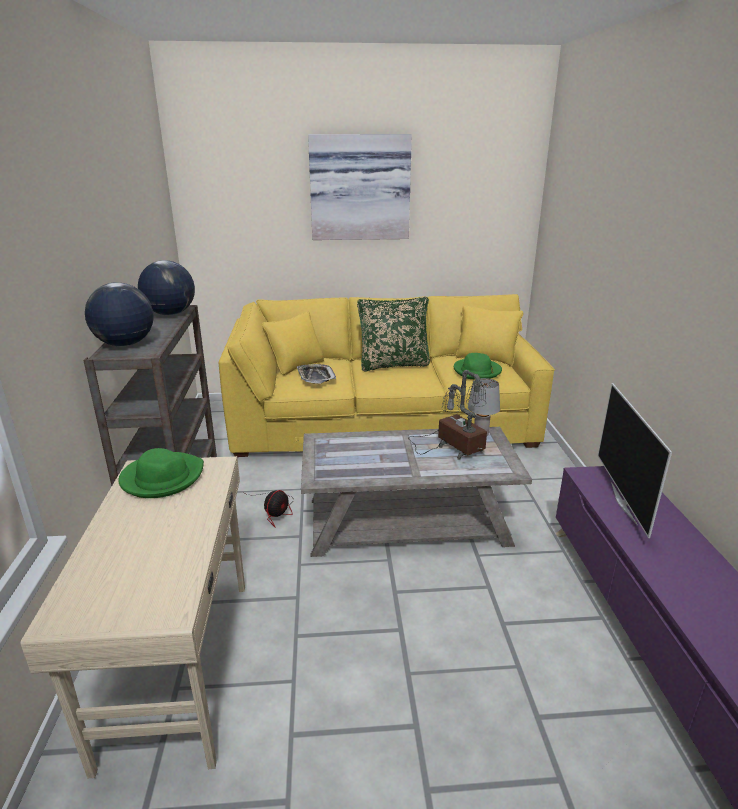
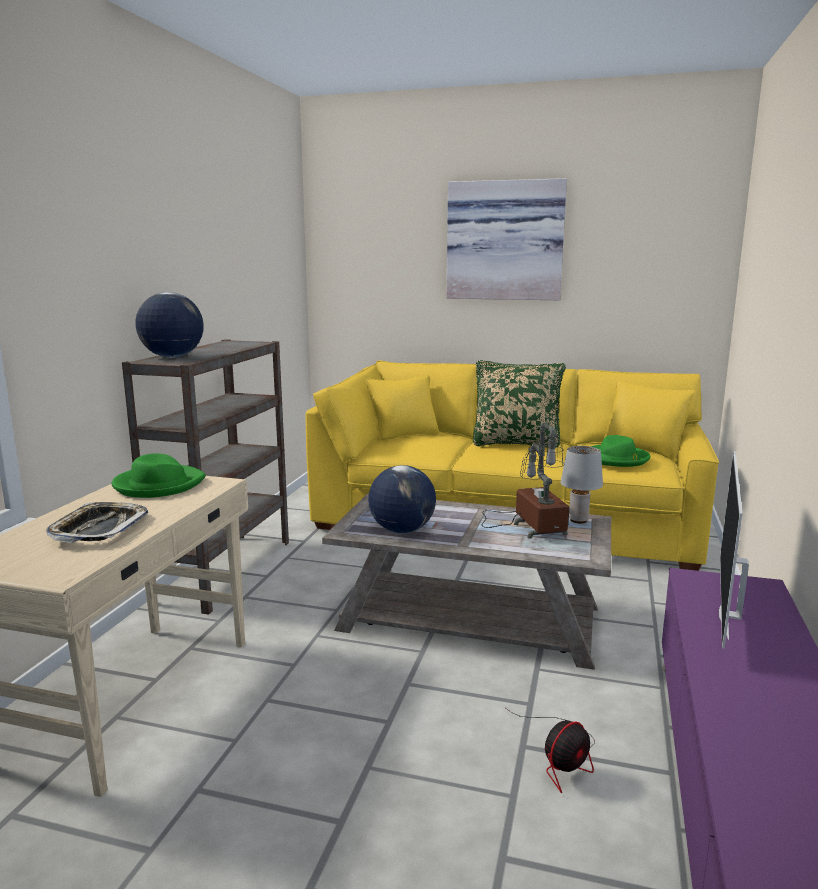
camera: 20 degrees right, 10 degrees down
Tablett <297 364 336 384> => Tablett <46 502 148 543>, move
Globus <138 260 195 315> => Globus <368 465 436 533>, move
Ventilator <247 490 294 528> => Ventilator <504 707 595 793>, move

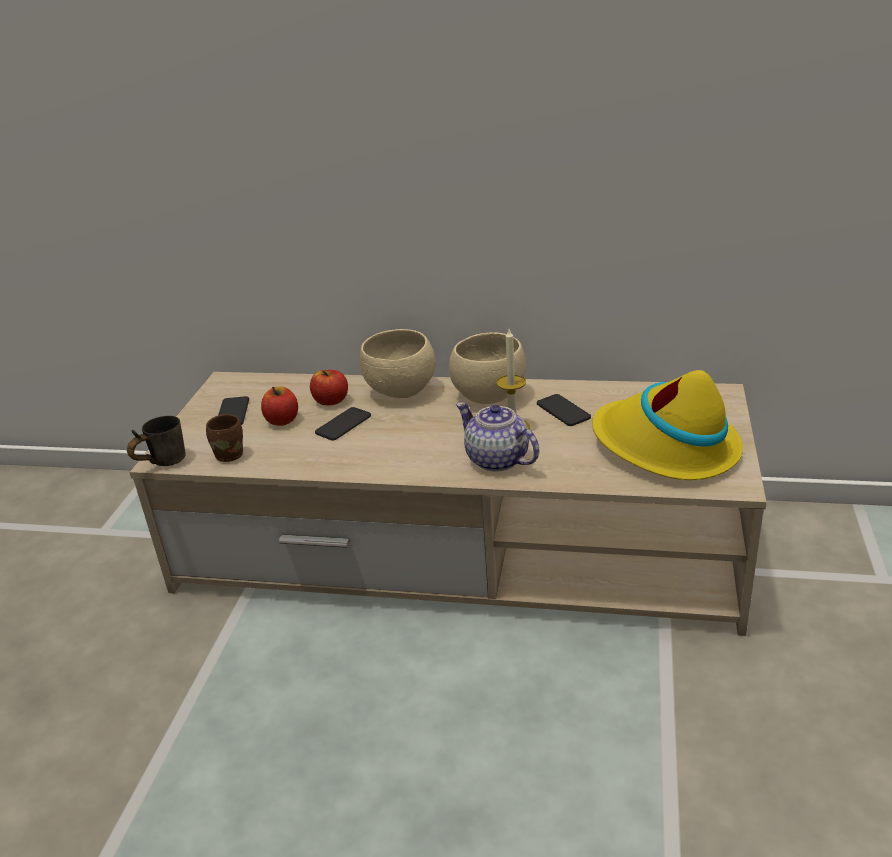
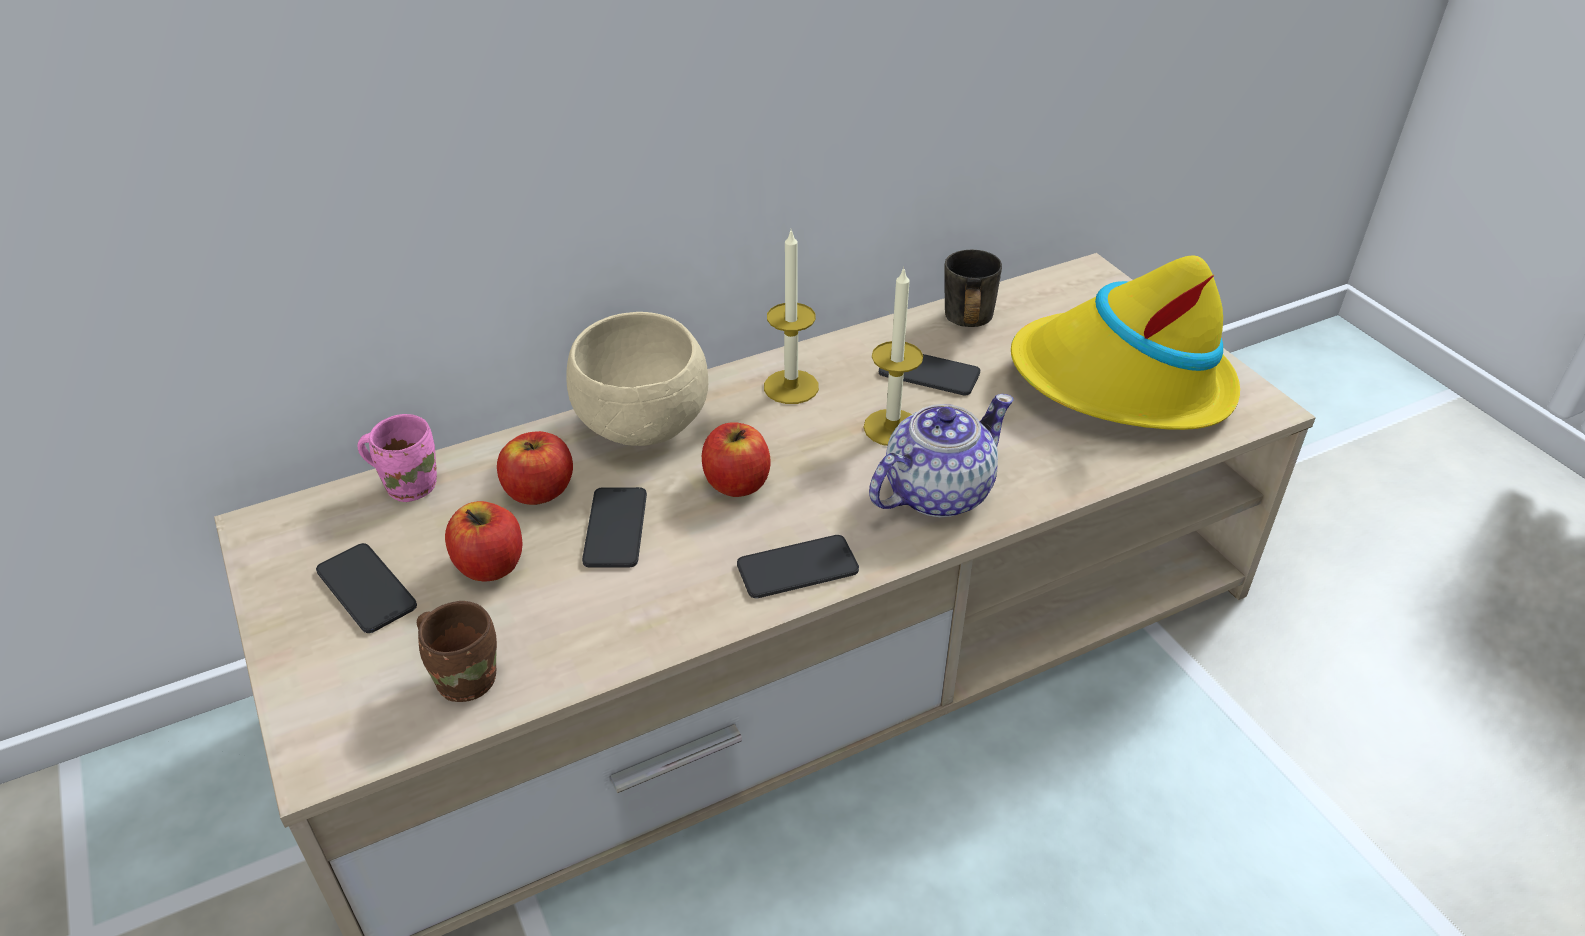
camera: 40 degrees left, 10 degrees up
nothing => Henkelbecher [rosa] <357 414 437 502>
nothing => Apfel <702 422 771 497>
nothing => Handy <737 535 859 598>
Schüssel [beige] <449 332 526 404> => Kerze <764 229 819 404>
Teekanne <456 402 539 472> => Teekanne <869 394 1014 517>, 135 degrees clockwise
Henkelbecher [grau] <127 416 186 466> => Henkelbecher [grau] <945 250 1002 327>, move

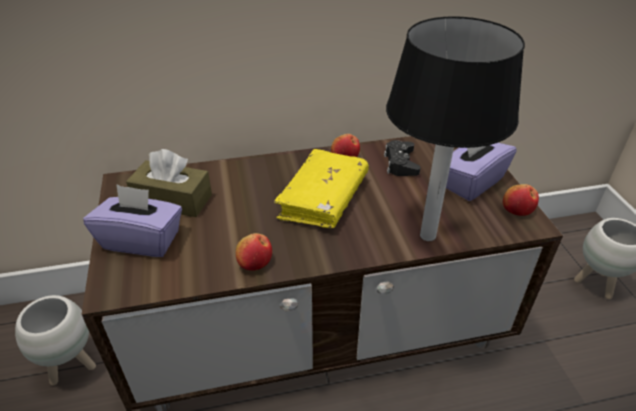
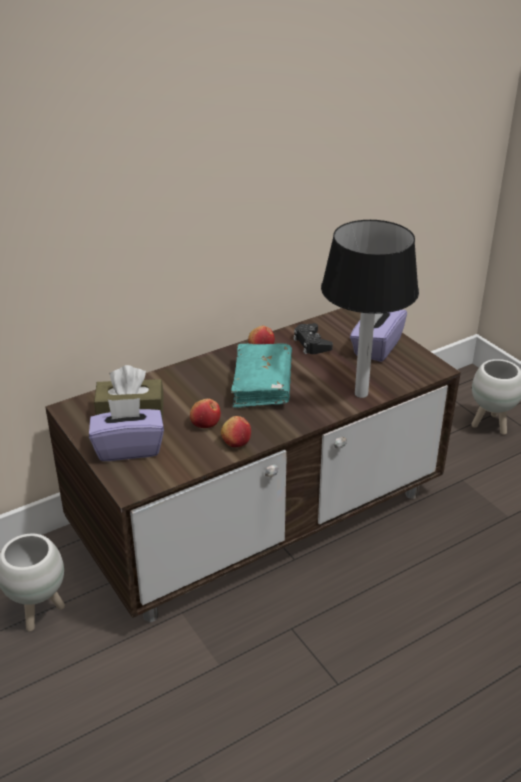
camera: 20 degrees left, 5 degrees down
Apfel <503 184 539 216> => Apfel <190 398 221 428>, move
Buch [gelb] <274 149 369 228> => Buch [türkis] <231 343 292 408>

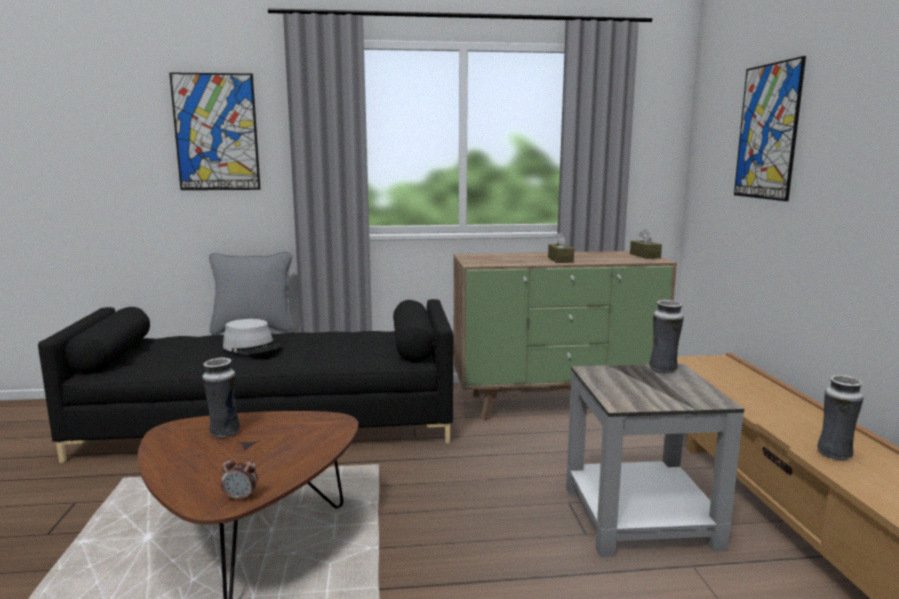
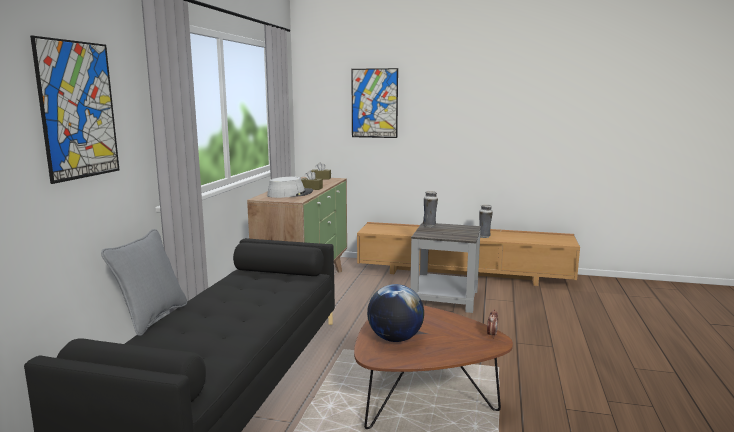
camera: 70 degrees left, 0 degrees up
Hut [grau] <223 319 281 355> => Hut [grau] <267 177 313 198>, move
Vase <202 357 240 438> => Globus <367 284 424 342>

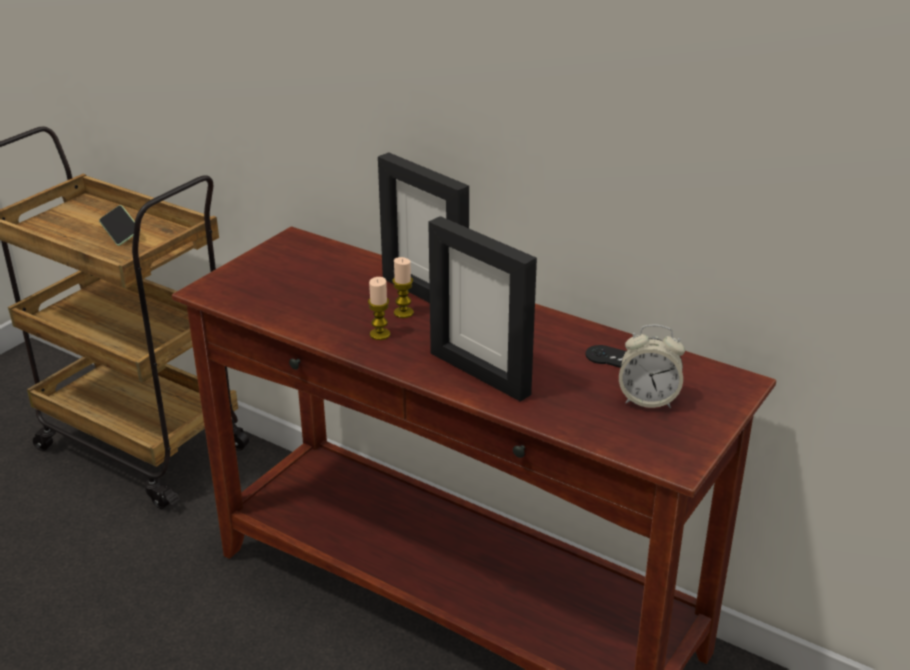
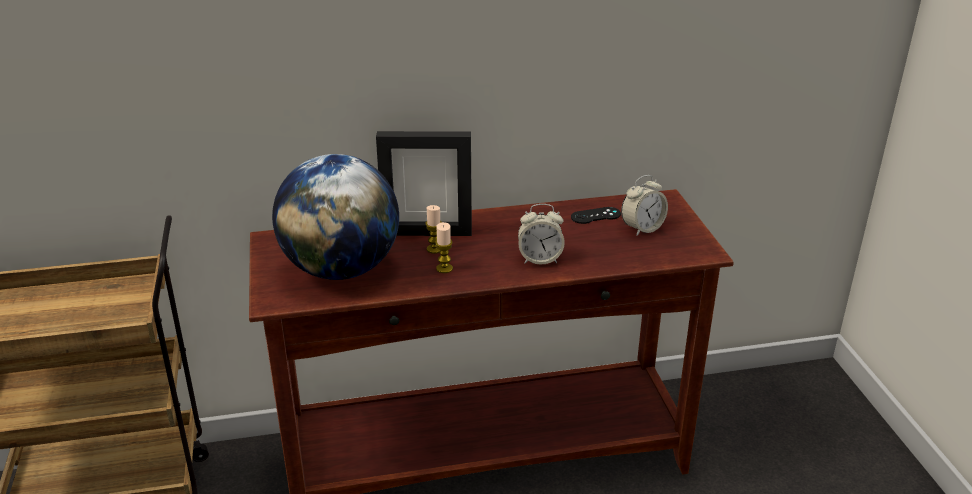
camera: 45 degrees left, 0 degrees up
nothing => Globus <272 154 399 280>
Bilderrahmen <428 216 537 402> => Wecker <518 204 565 265>
Handy <99 205 135 246> => nothing

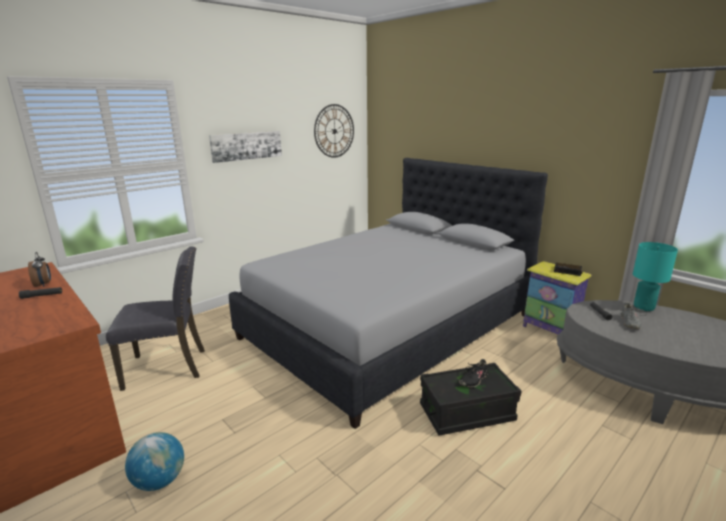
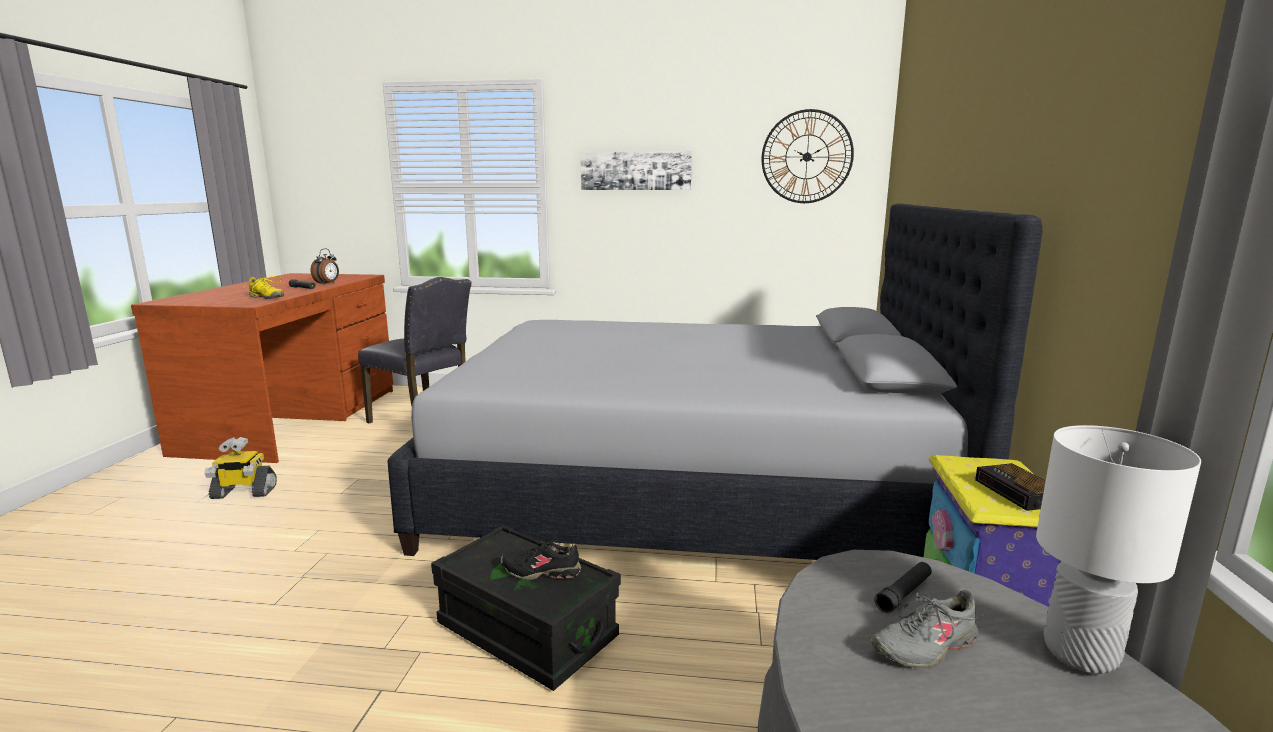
camera: 50 degrees right, 5 degrees down
Globus <125 432 184 491> => Spielzeugroboter <205 437 277 499>
nothing => Schuh [gelb] <244 276 284 299>
Tischlampe [türkis] <633 242 678 311> => Tischlampe [weiß] <1036 425 1201 674>

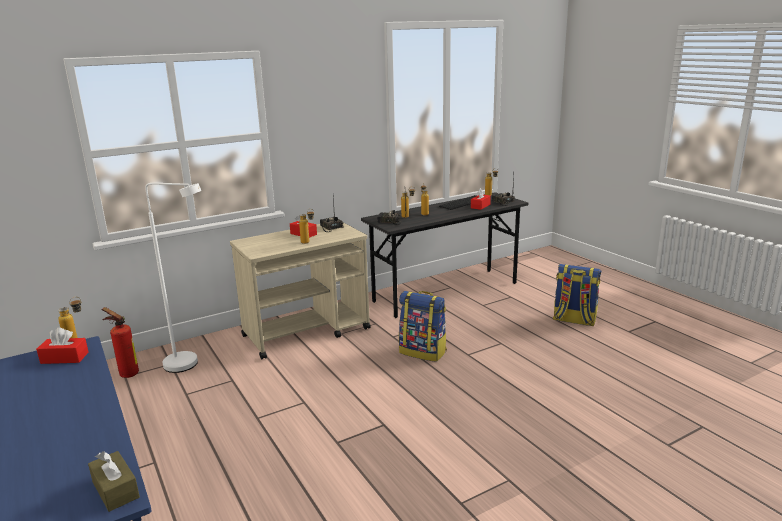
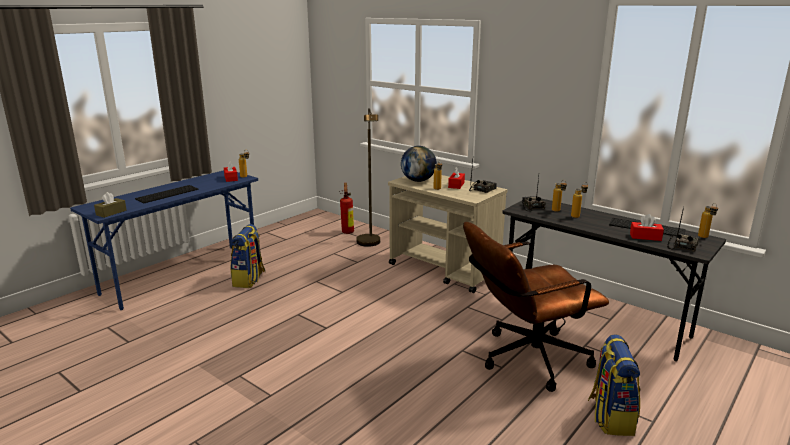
camera: 70 degrees right, 0 degrees up
nothing => Tastatur <135 185 199 203>
Rucksack <399 291 447 362> => Rucksack <231 224 266 288>, move
Stehlampe [weiß] <145 183 201 373> => Stehlampe [braun] <356 108 380 247>
nothing => Globus <401 146 437 182>
nothing => Bürostuhl [braun] <463 222 609 392>

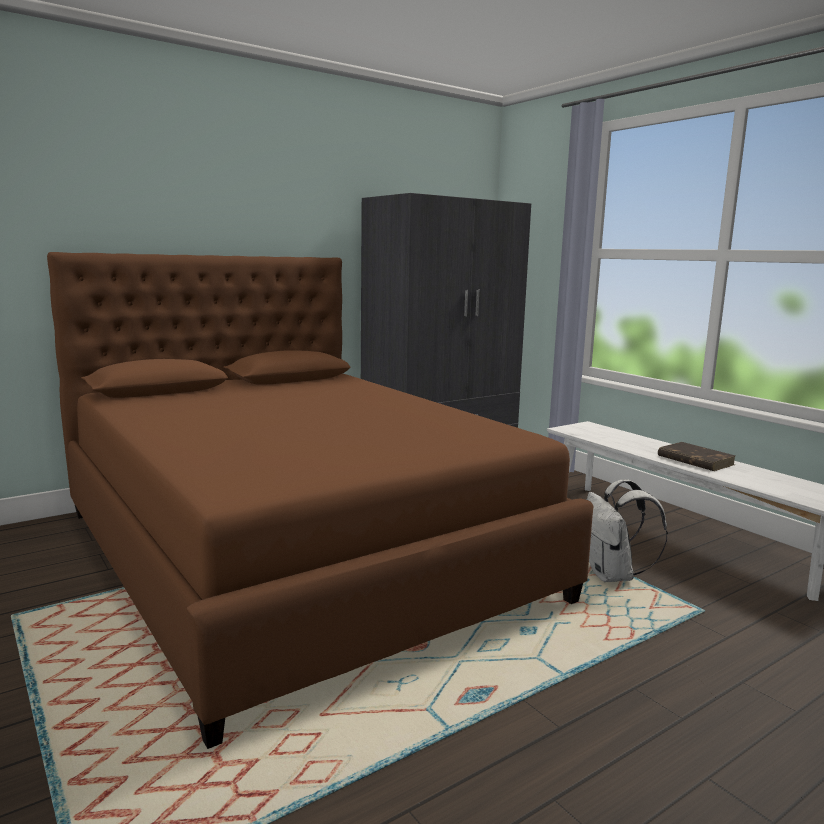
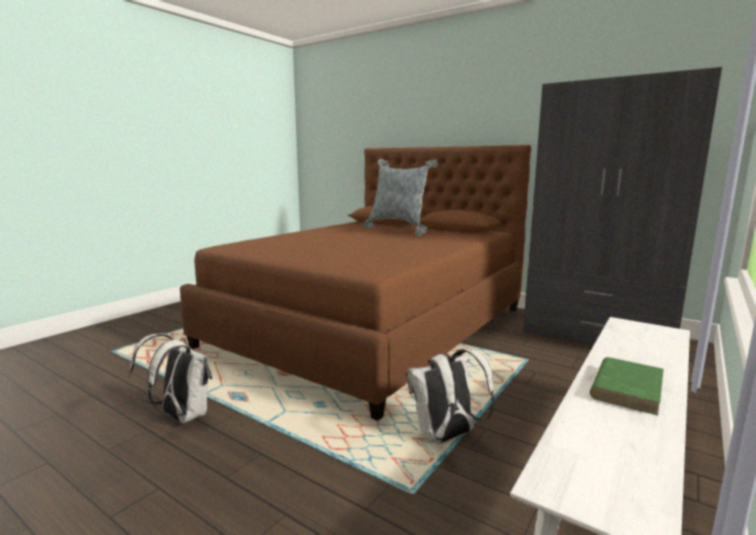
camera: 70 degrees right, 0 degrees up
nothing => Rucksack [weiß] <129 333 212 423>
nothing => Kissen <362 158 438 237>
Buch [braun] <658 442 735 471> => Buch [grün] <590 357 664 416>

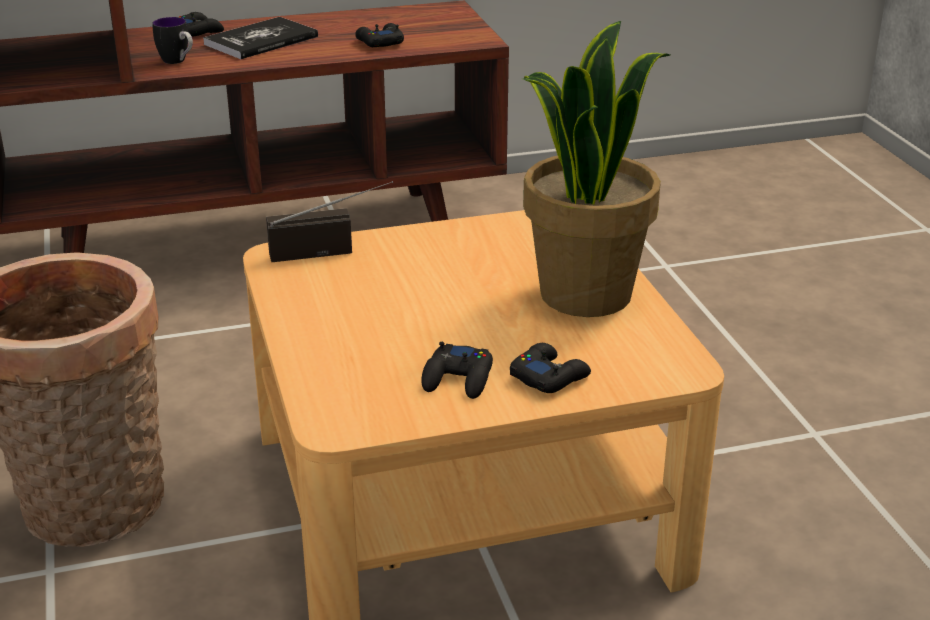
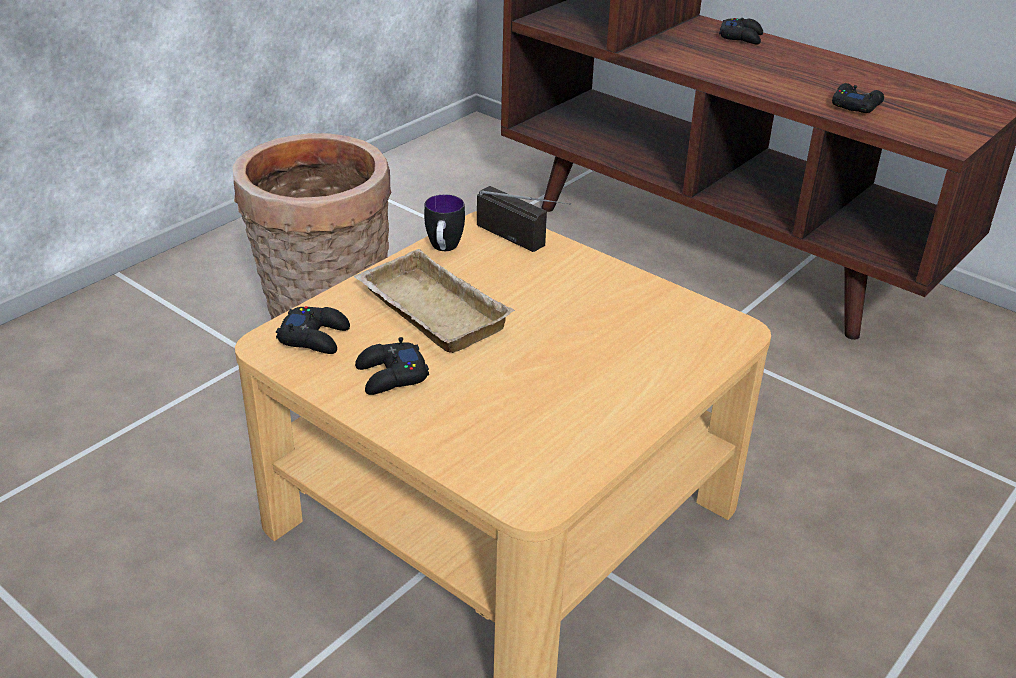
camera: 55 degrees right, 5 degrees up
Gamepad [schwarz] <510 343 591 393> => Gamepad [schwarz] <276 306 350 354>, move
nothing => Tablett [beige] <354 249 515 353>
Henkelbecher <152 17 193 64> => Henkelbecher <424 194 465 251>, move
Buch <203 17 318 59> => nothing
Topfpflanze <523 21 670 317> => nothing

